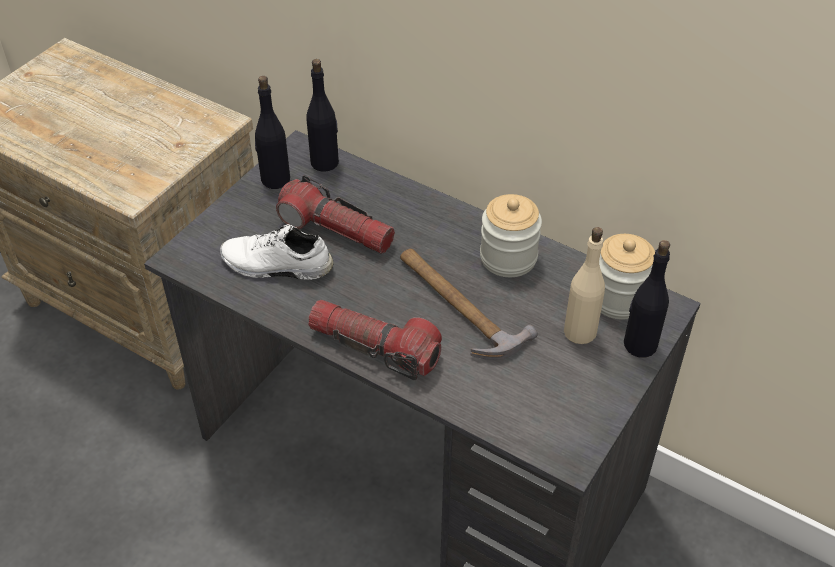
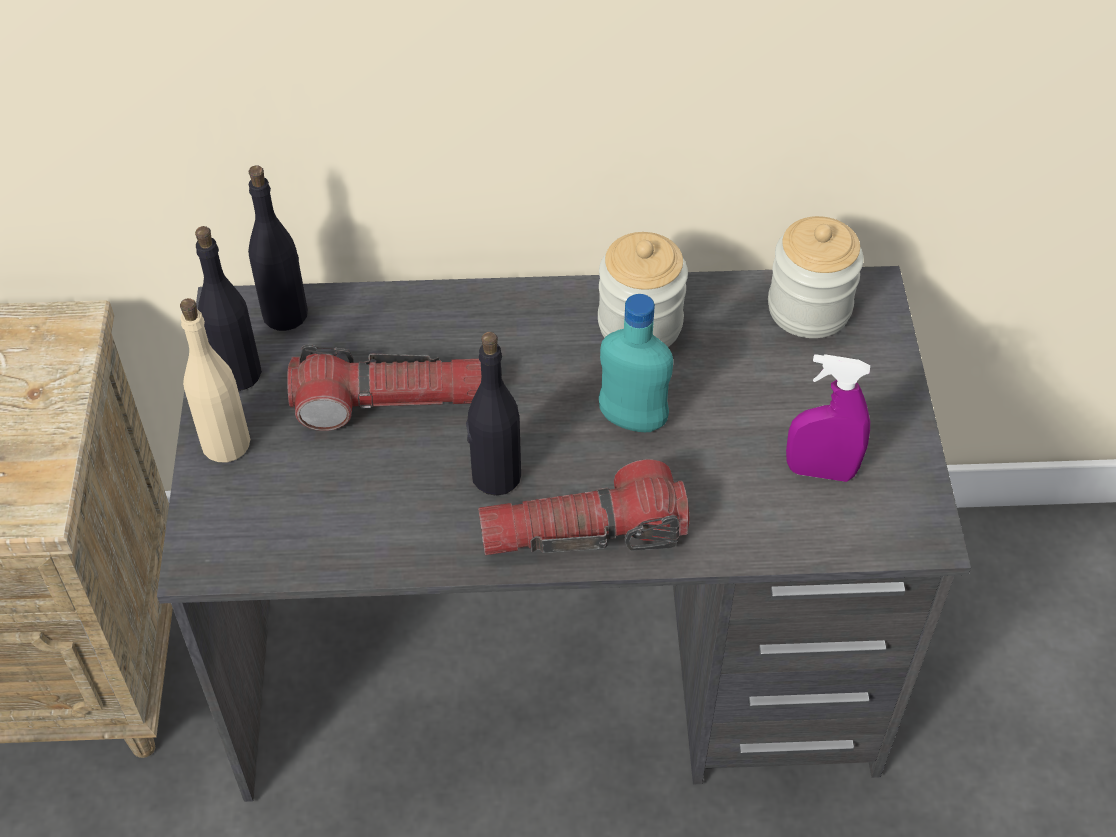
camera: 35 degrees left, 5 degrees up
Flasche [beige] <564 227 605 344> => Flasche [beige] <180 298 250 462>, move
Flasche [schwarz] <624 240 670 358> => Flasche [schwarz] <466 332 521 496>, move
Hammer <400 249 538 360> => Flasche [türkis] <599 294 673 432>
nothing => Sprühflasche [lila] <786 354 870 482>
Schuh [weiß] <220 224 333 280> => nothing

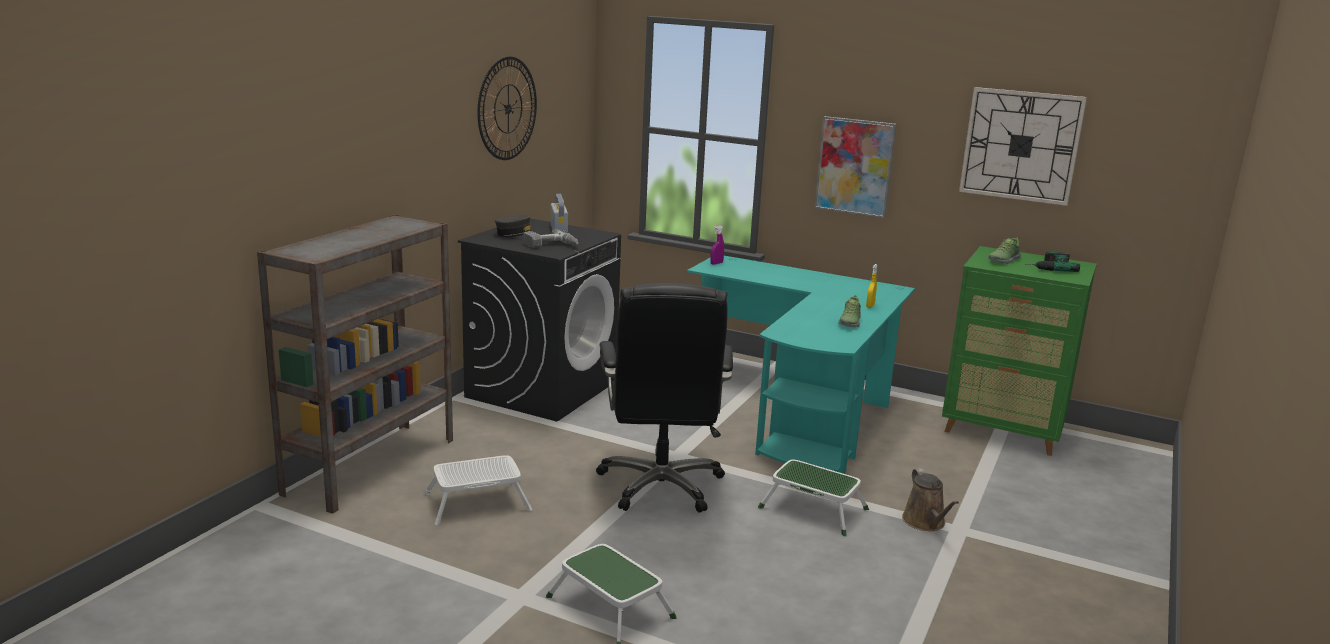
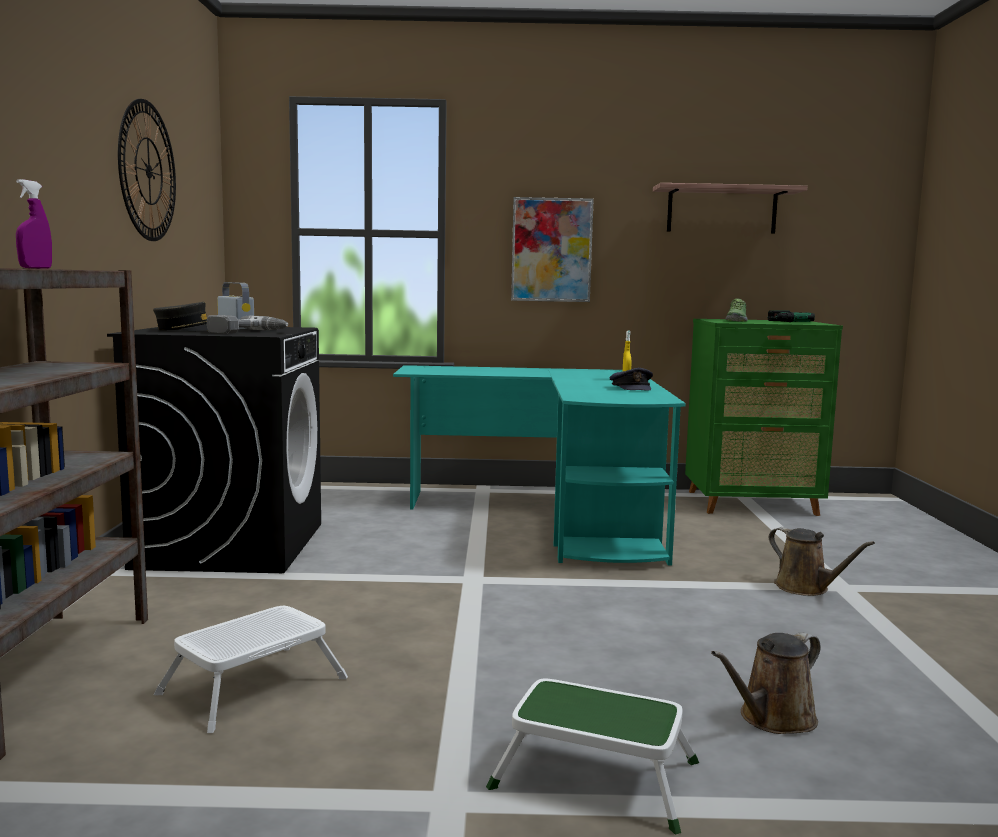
camera: 25 degrees left, 10 degrees down
Sprühflasche [lila] <710 226 724 265> => Sprühflasche [lila] <16 179 52 269>, move
Schuh <838 295 861 327> => Kappe [grau] <609 368 653 391>
Wanduhr <959 87 1087 206> => Wandregal <653 183 807 234>
nothing => Gießkanne [braun] <711 632 821 734>
Bürostuhl [schwarz] <596 283 733 513> => nothing
Trittleiter [grün] <758 459 869 536> => nothing

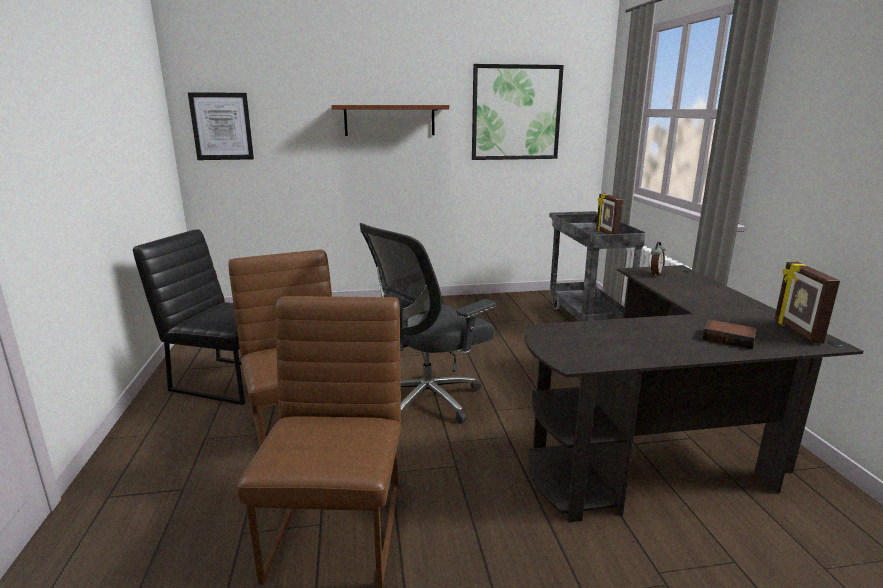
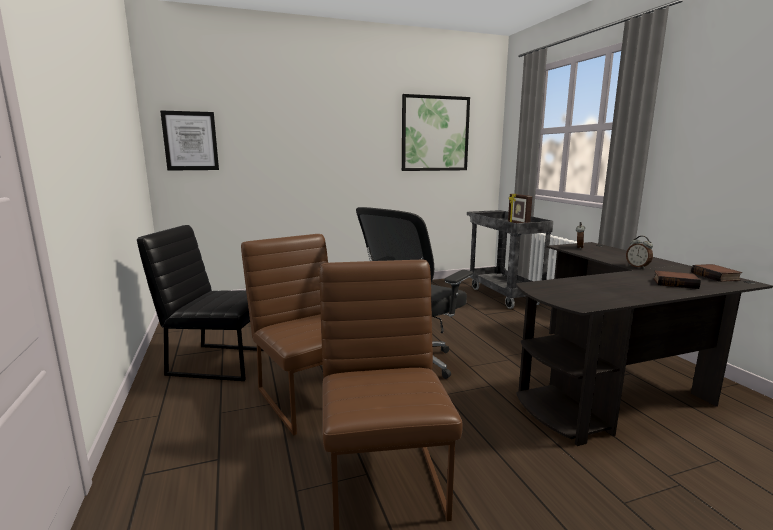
camera: 10 degrees left, 5 degrees down
nothing => Wecker <626 236 653 269>
Bilderrahmen <774 262 840 344> => Buch <691 264 742 282>
Wandregal [braun] <331 105 449 136> => nothing

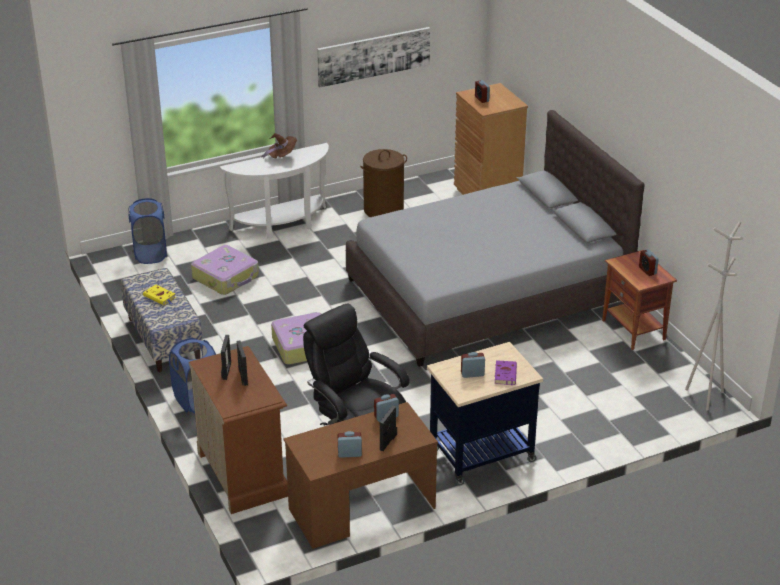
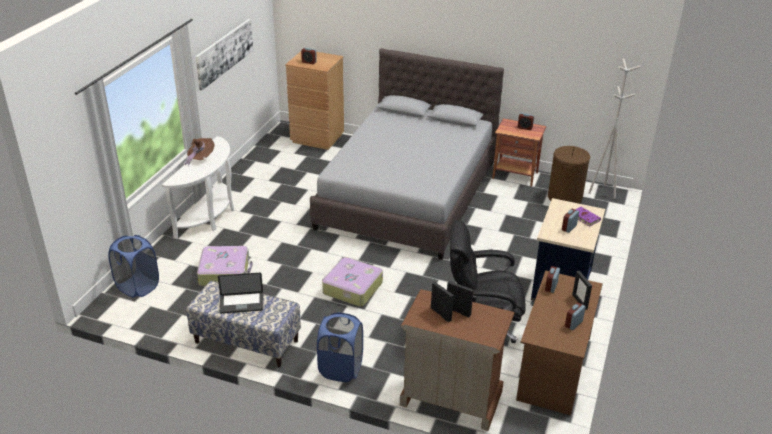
camera: 45 degrees left, 0 degrees up
Buch [gelb] <143 284 176 305> => Laptop <218 273 263 314>
Wäschekorb [braun] <360 149 407 217> => Wäschekorb [braun] <548 146 590 204>, move

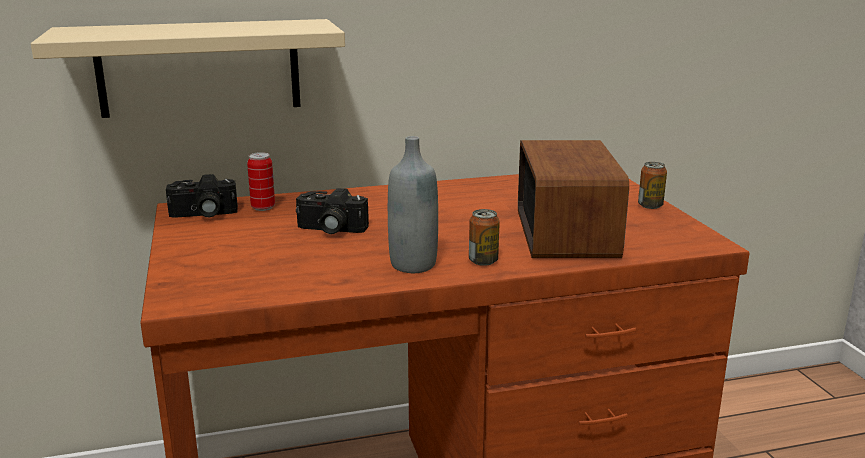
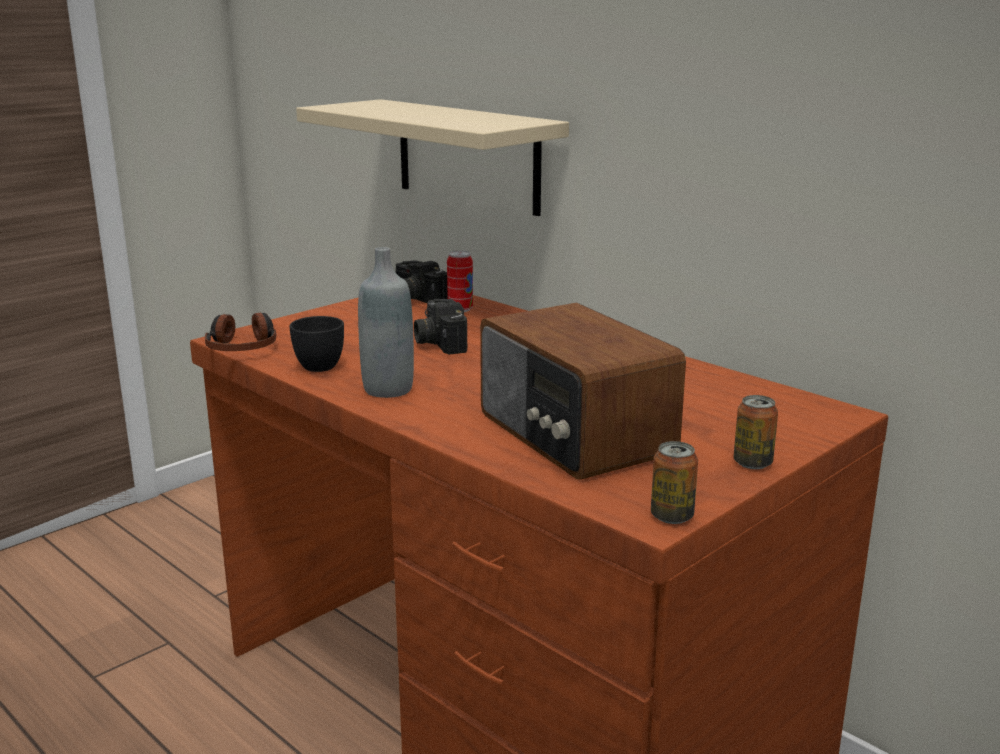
camera: 60 degrees right, 0 degrees up
nothing => Kopfhörer <205 313 276 351>
nothing => Tasse [schwarz] <290 316 344 372>
Radio <518 140 629 258> => Radio <480 303 686 480>, 90 degrees clockwise
Dose <469 209 500 266> => Dose <651 441 698 524>, move

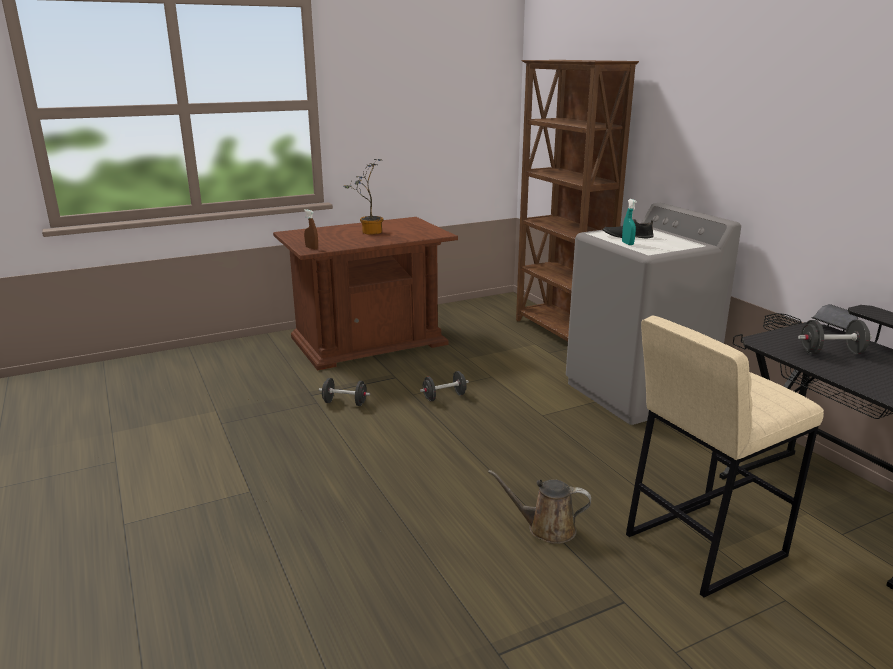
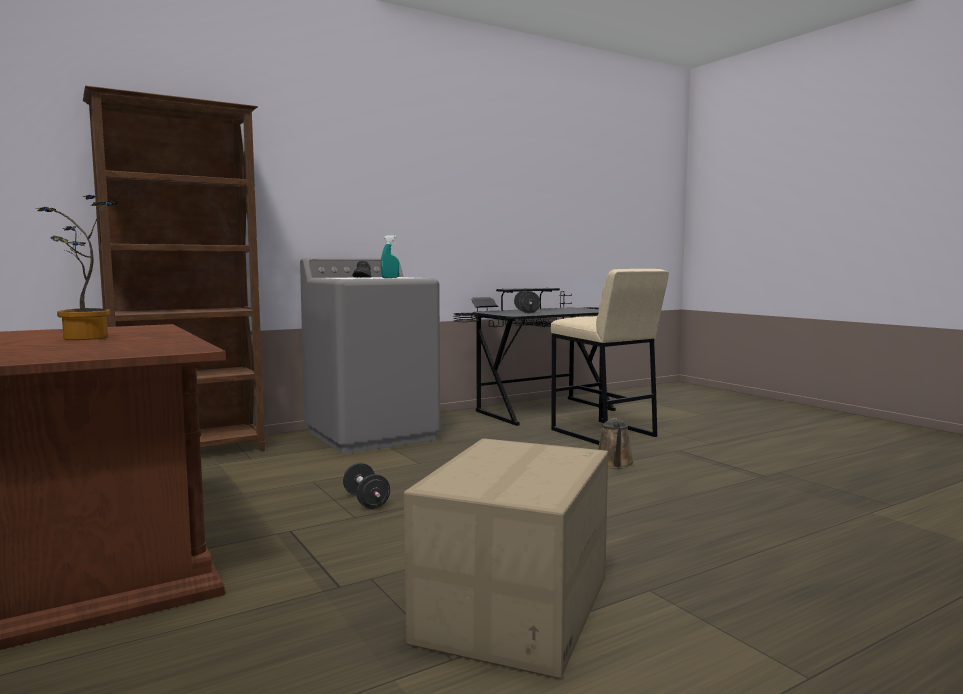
camera: 95 degrees left, 15 degrees down
nothing => Karton <404 438 608 679>
Sprühflasche [braun] <304 209 318 249> => nothing
Hantel [schwarz] <319 378 370 406> => nothing

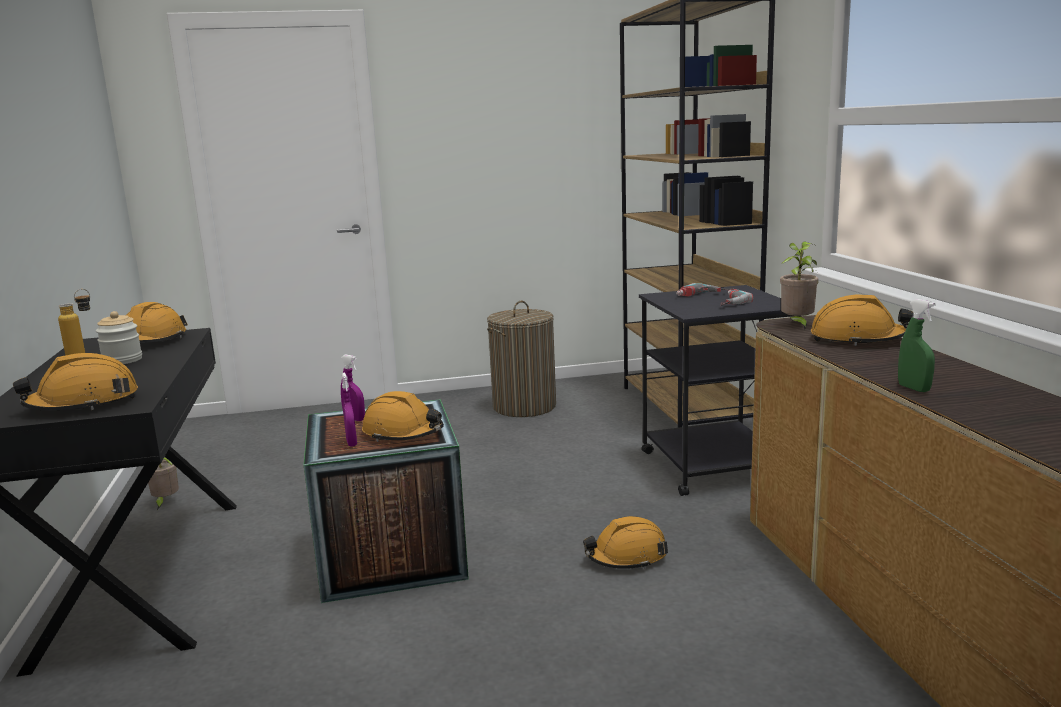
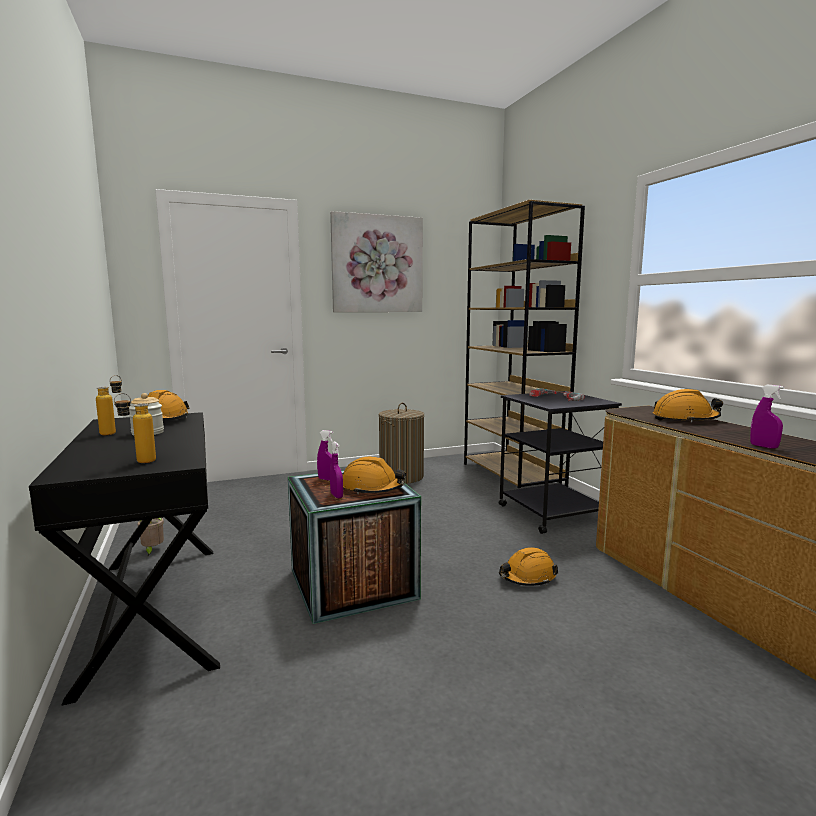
camera: 10 degrees left, 5 degrees down
Schutzhelm [orange] <13 353 138 411> => Flasche <114 393 156 463>
nothing => Bild <330 211 423 312>
Sprühflasche [grün] <898 299 936 392> => Sprühflasche [lila] <750 385 784 449>
Topfpflanze <780 241 819 331> => nothing

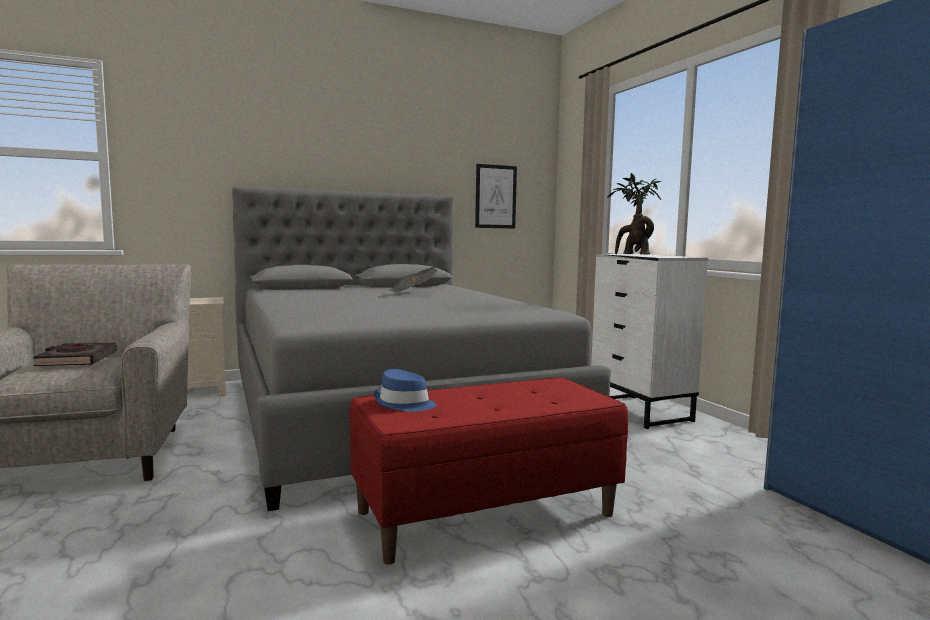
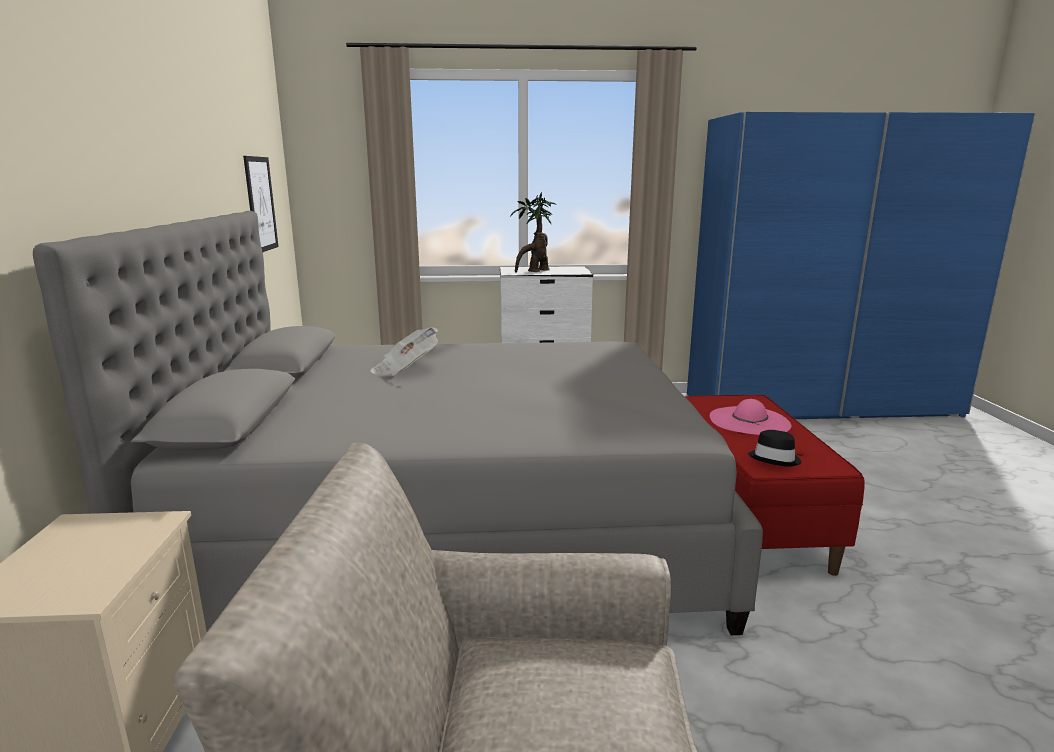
camera: 70 degrees left, 10 degrees up
nothing => Hut [rosa] <710 399 792 435>
Hut [blau] <374 369 437 412> => Hut [schwarz] <748 430 802 467>
Buch [schwarz] <33 343 117 366> => nothing

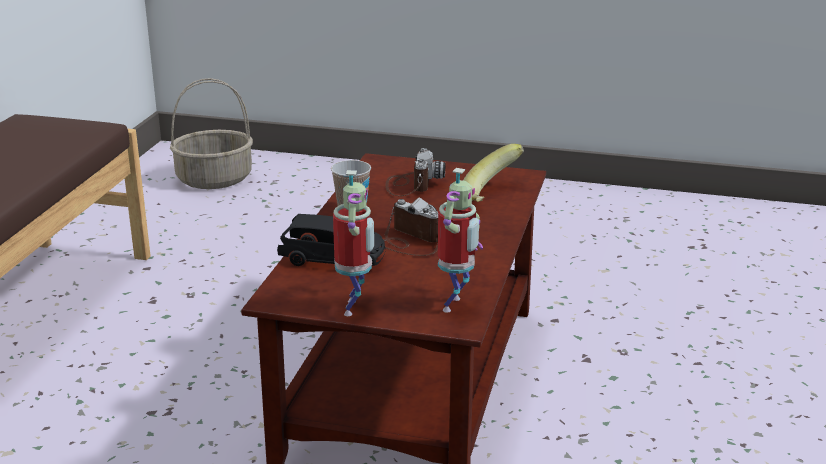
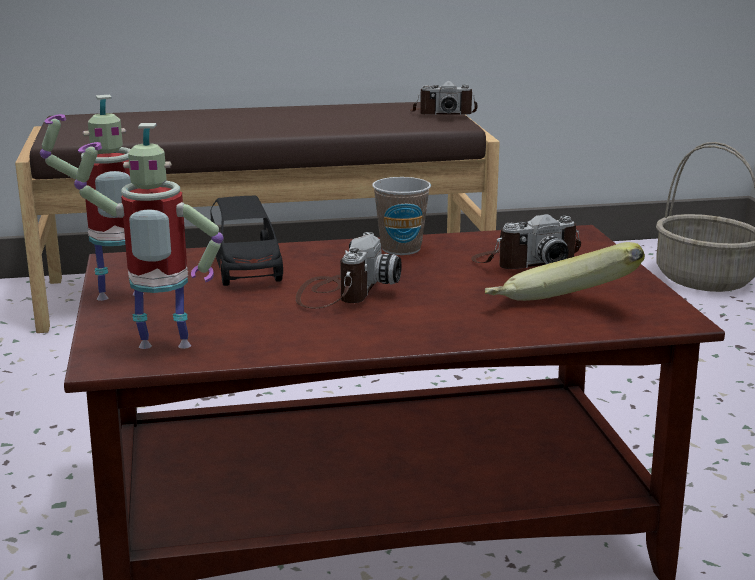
camera: 65 degrees right, 5 degrees down
nothing => Kamera <410 81 478 115>

